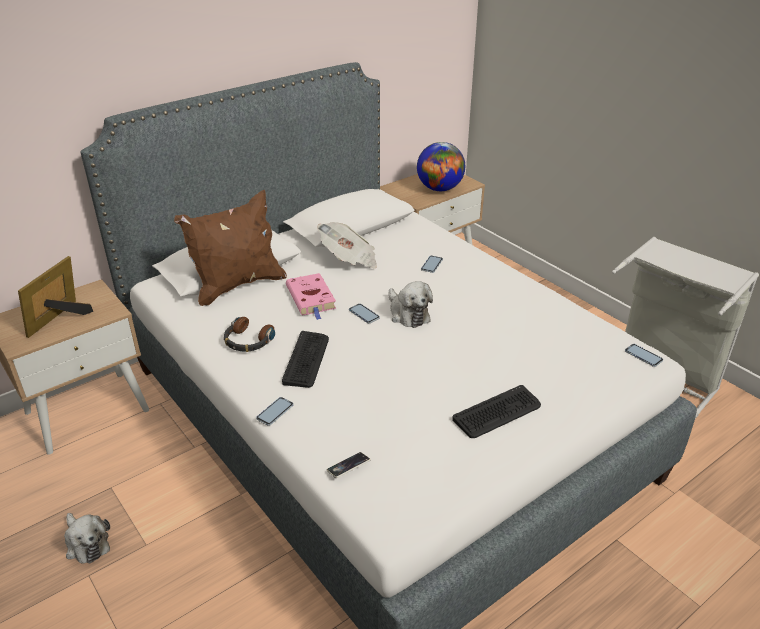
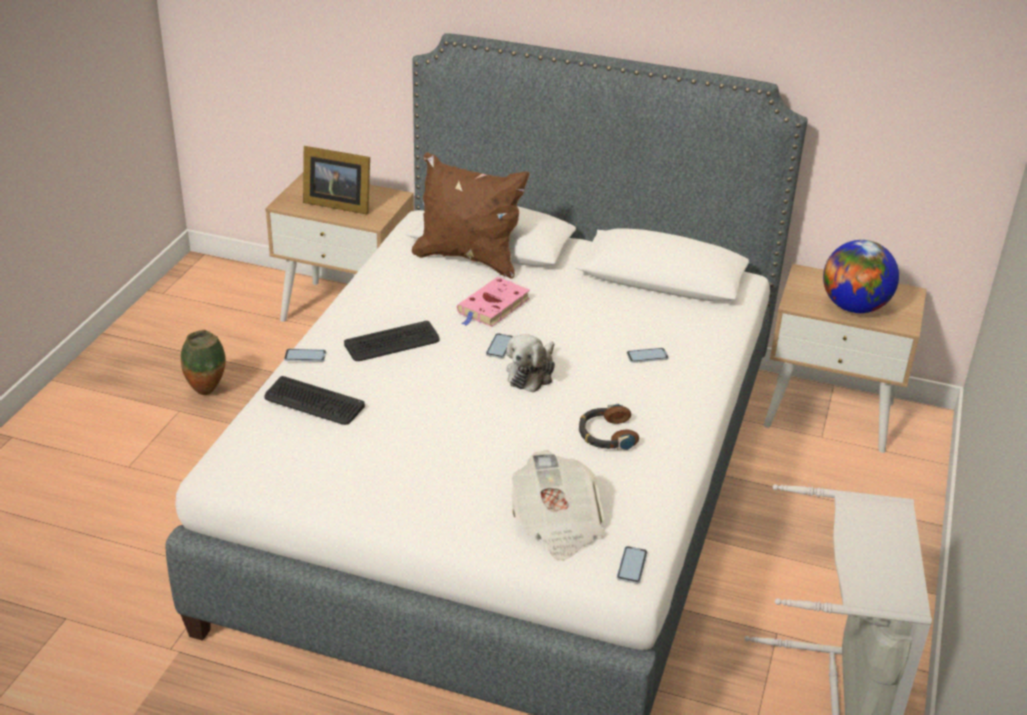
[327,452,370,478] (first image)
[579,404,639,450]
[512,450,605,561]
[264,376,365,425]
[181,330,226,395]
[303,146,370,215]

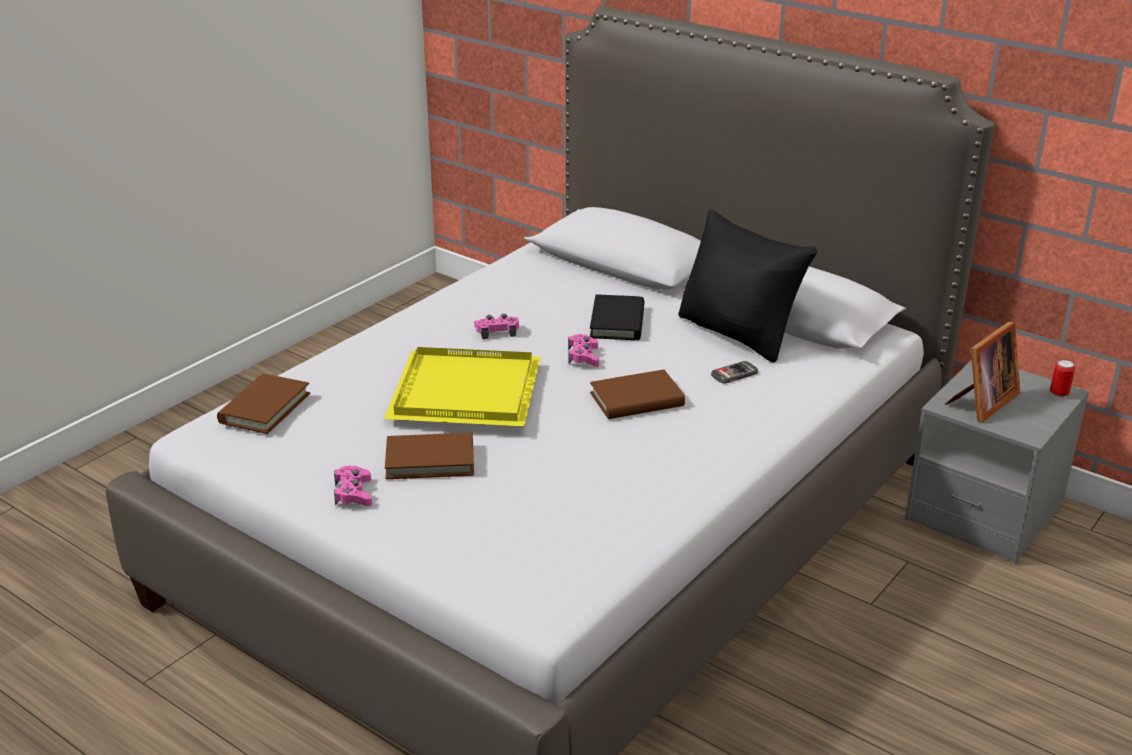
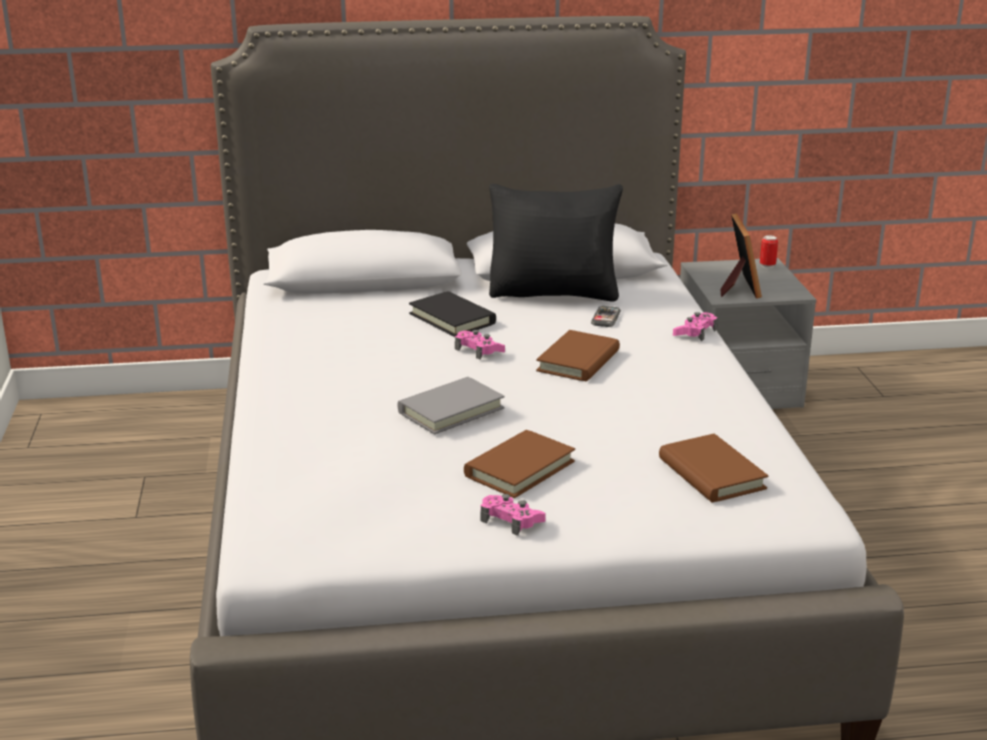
[659,434,768,503]
[673,312,718,341]
[397,377,505,435]

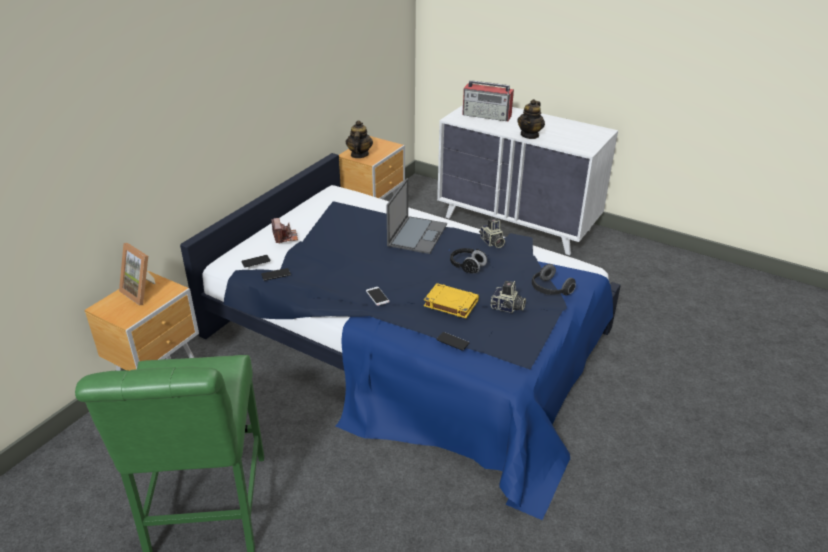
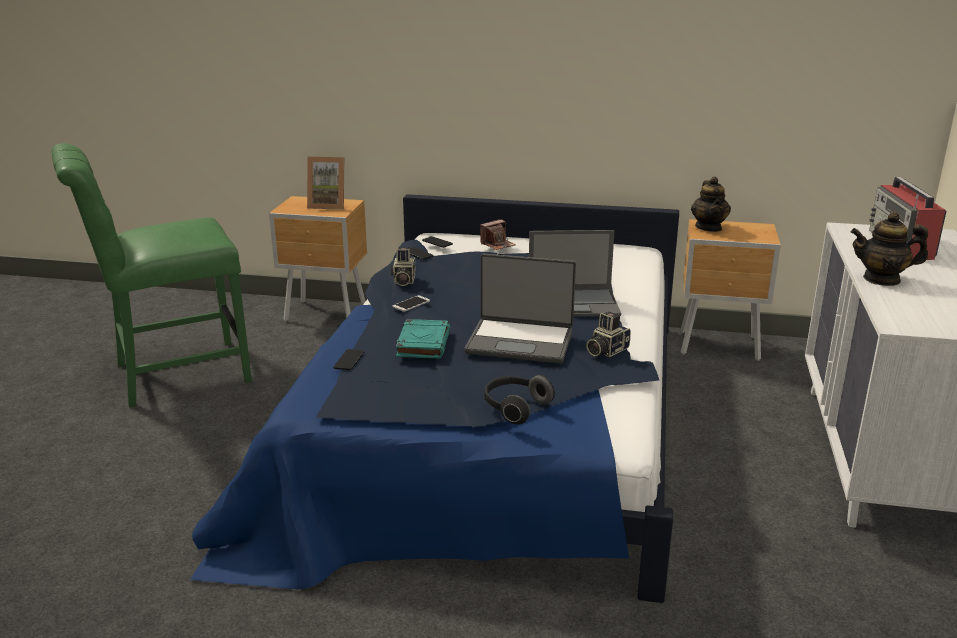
[391,247,415,286]
[464,254,576,363]
[396,319,451,359]
[307,157,344,209]
[691,177,731,232]

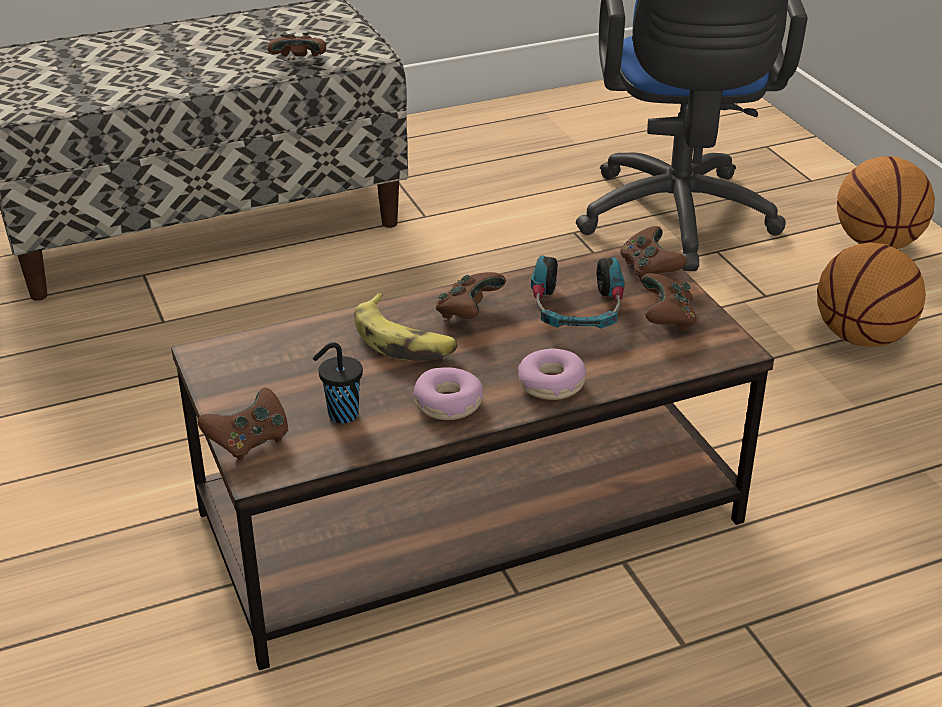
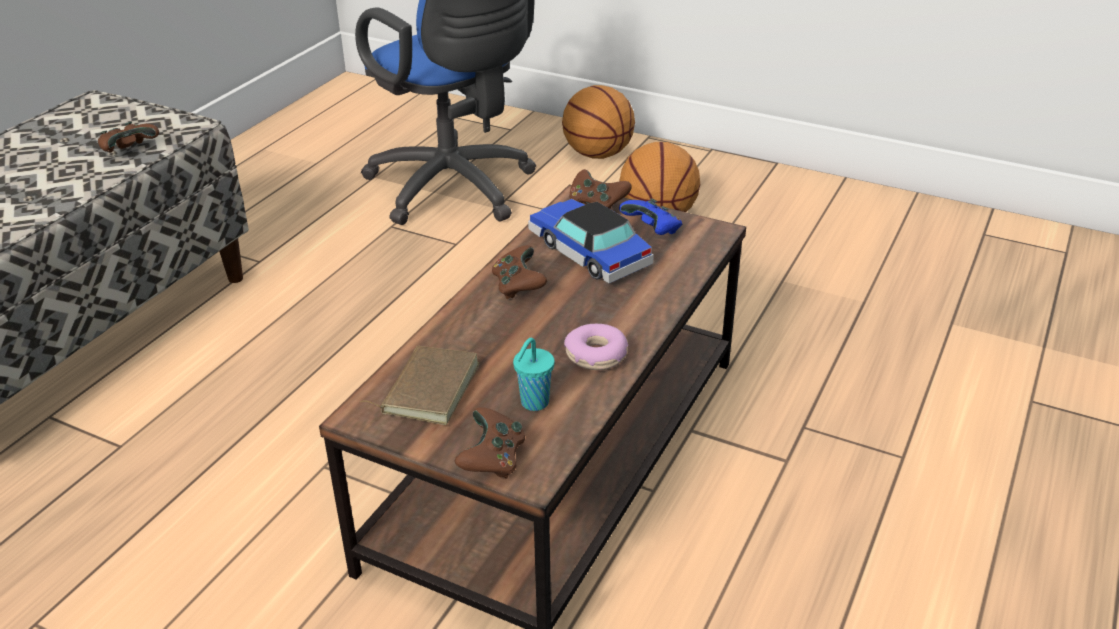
[354,293,458,361] (first image)
[518,348,587,400] (first image)
[360,346,479,425]
[528,199,654,283]
[513,338,555,411]
[619,198,682,235]

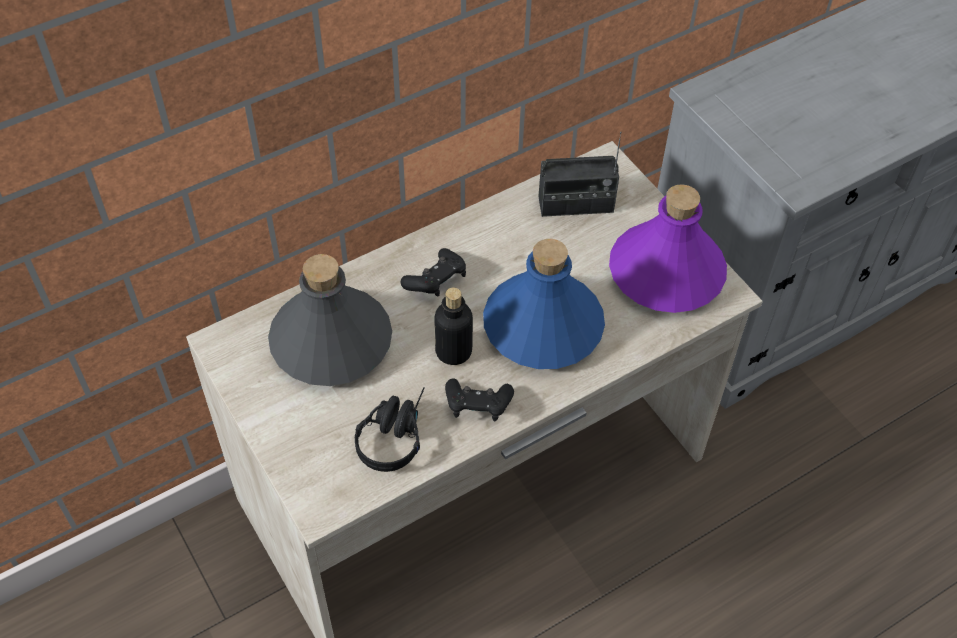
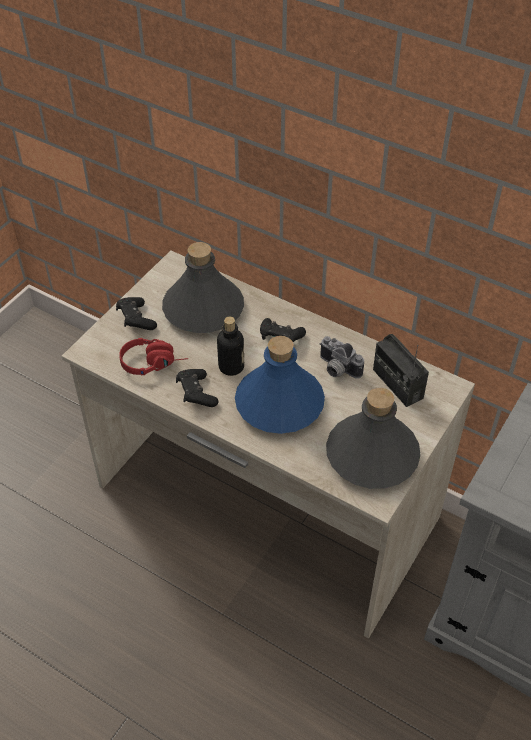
[116,297,157,330]
[319,336,364,379]
[119,338,188,375]
[326,388,421,489]

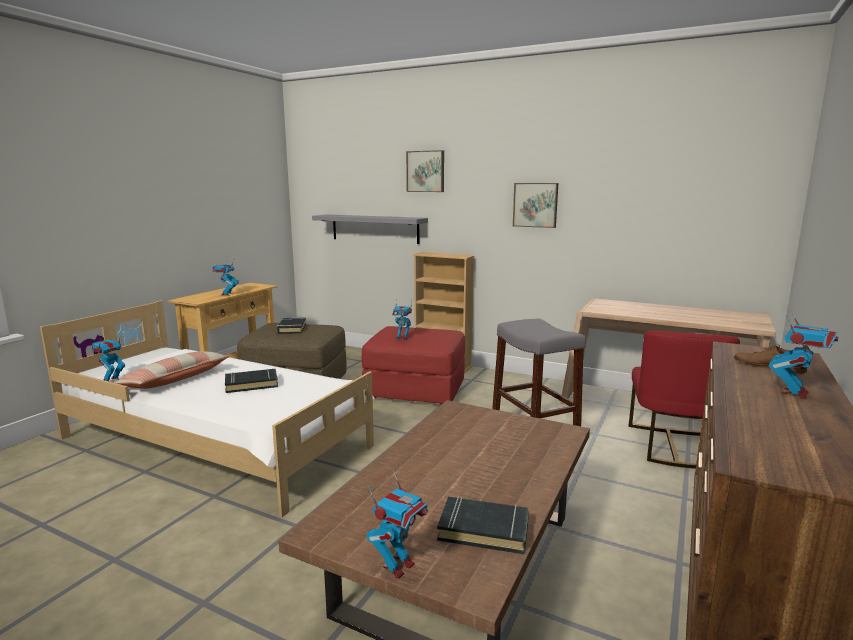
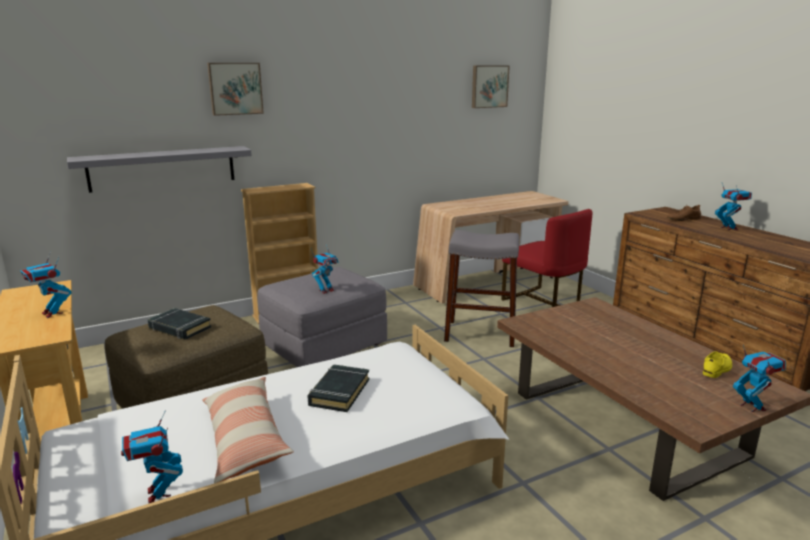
[472,65,510,108]
[703,351,732,378]
[257,267,387,367]

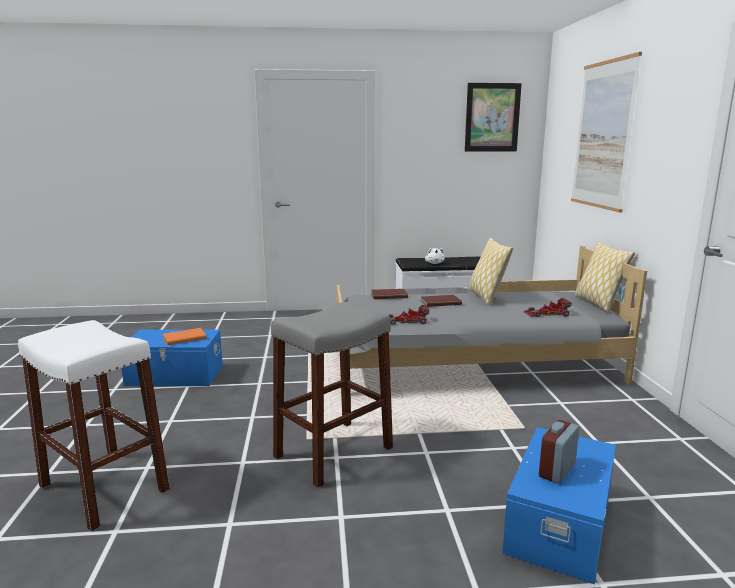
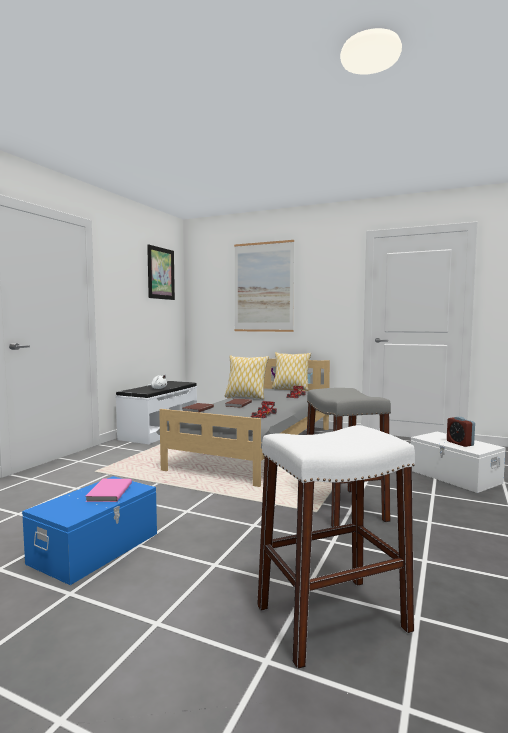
[86,479,132,502]
[411,432,506,493]

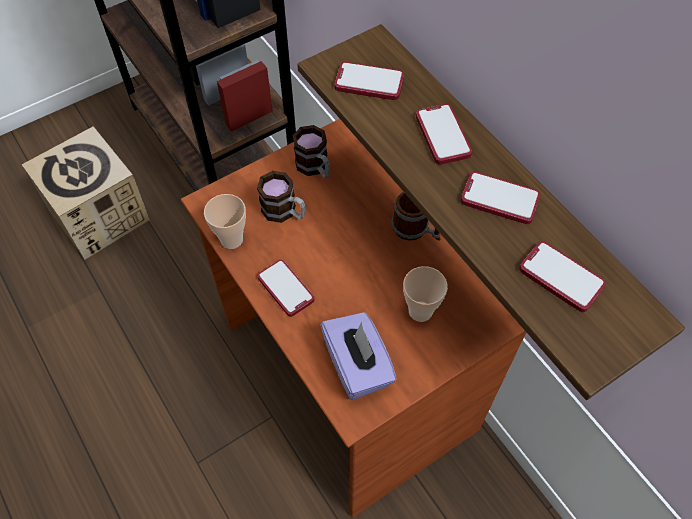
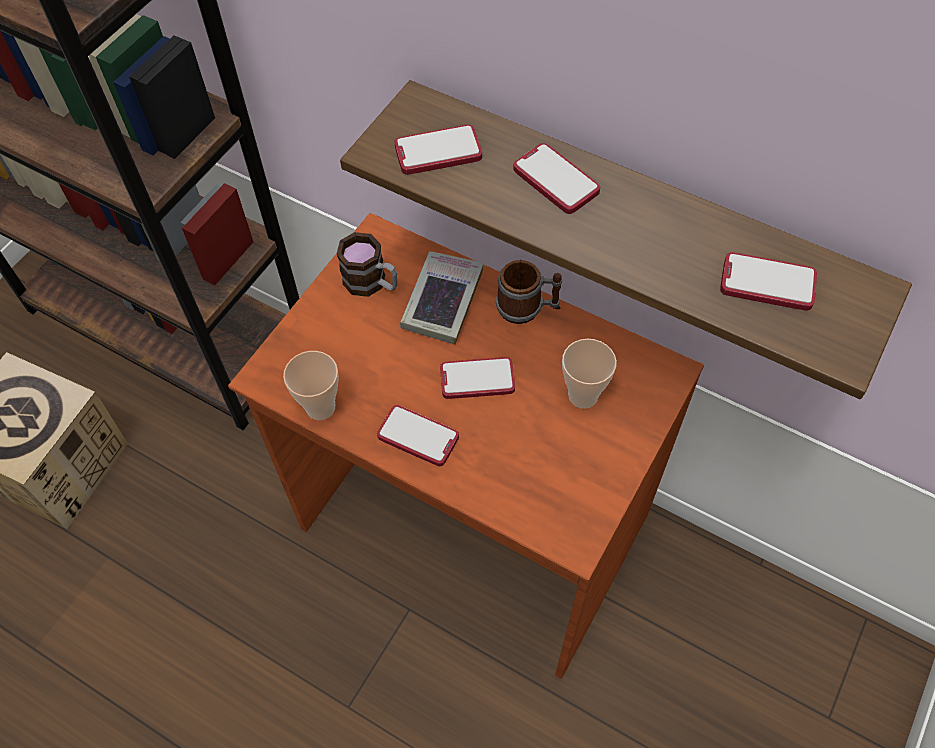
[257,171,305,223] (first image)
[320,312,397,400] (first image)
[400,251,484,345]
[440,357,515,399]

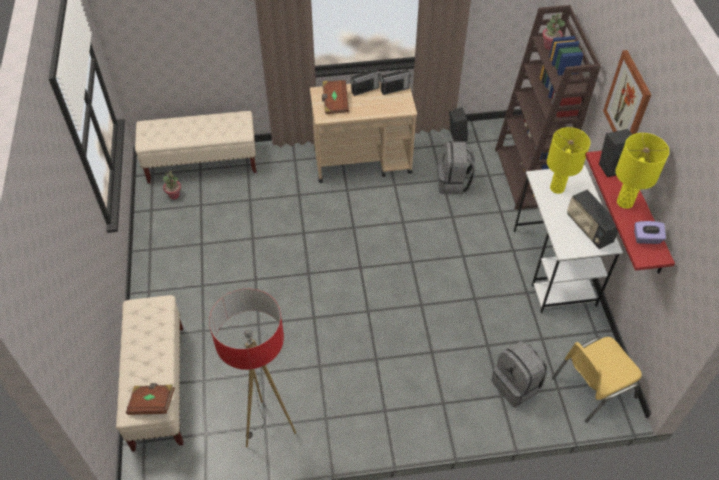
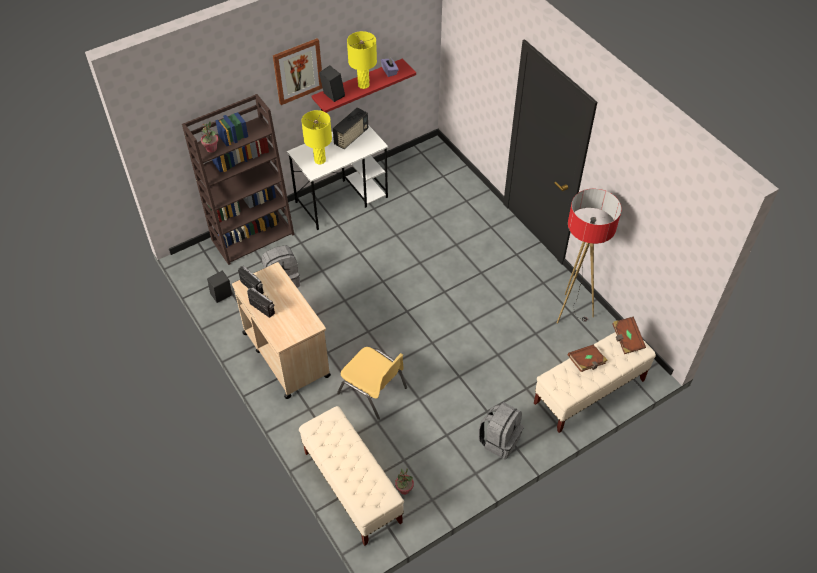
[567,344,608,372]
[478,402,524,459]
[337,347,407,420]

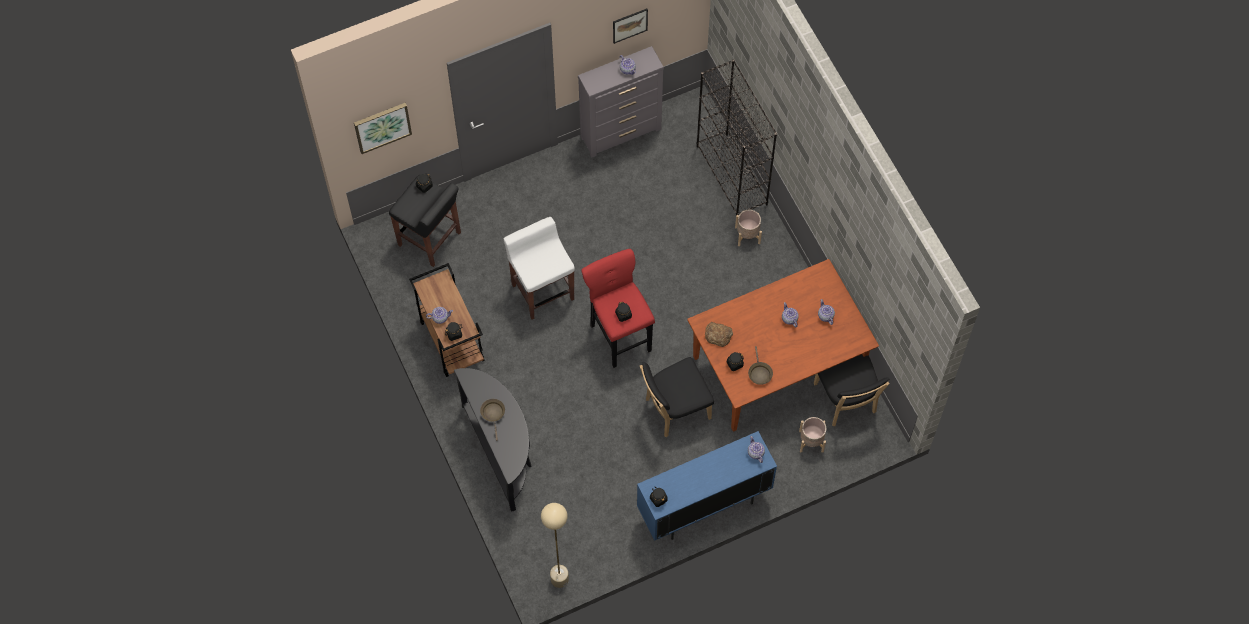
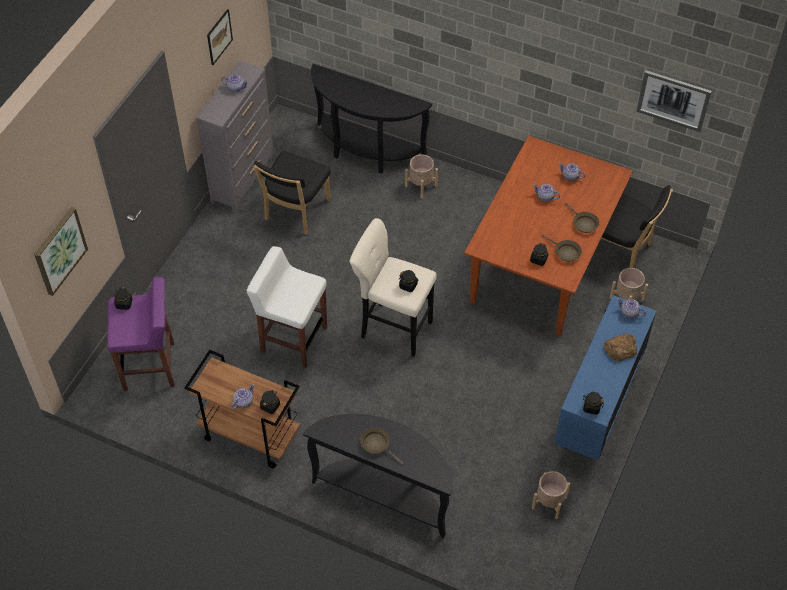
[541,503,569,588] (first image)
[532,471,570,519]
[565,202,599,233]
[636,70,712,132]
[253,151,331,234]
[604,333,637,361]
[311,64,432,173]
[107,277,175,391]
[349,218,437,357]

